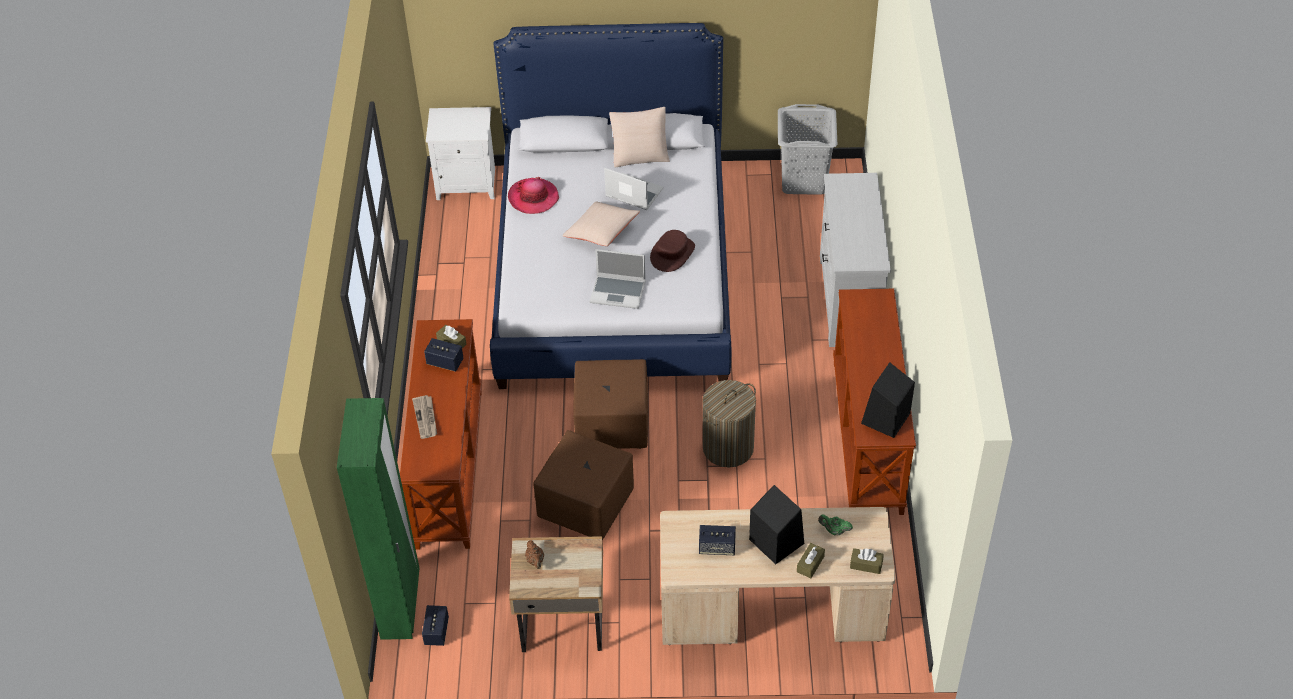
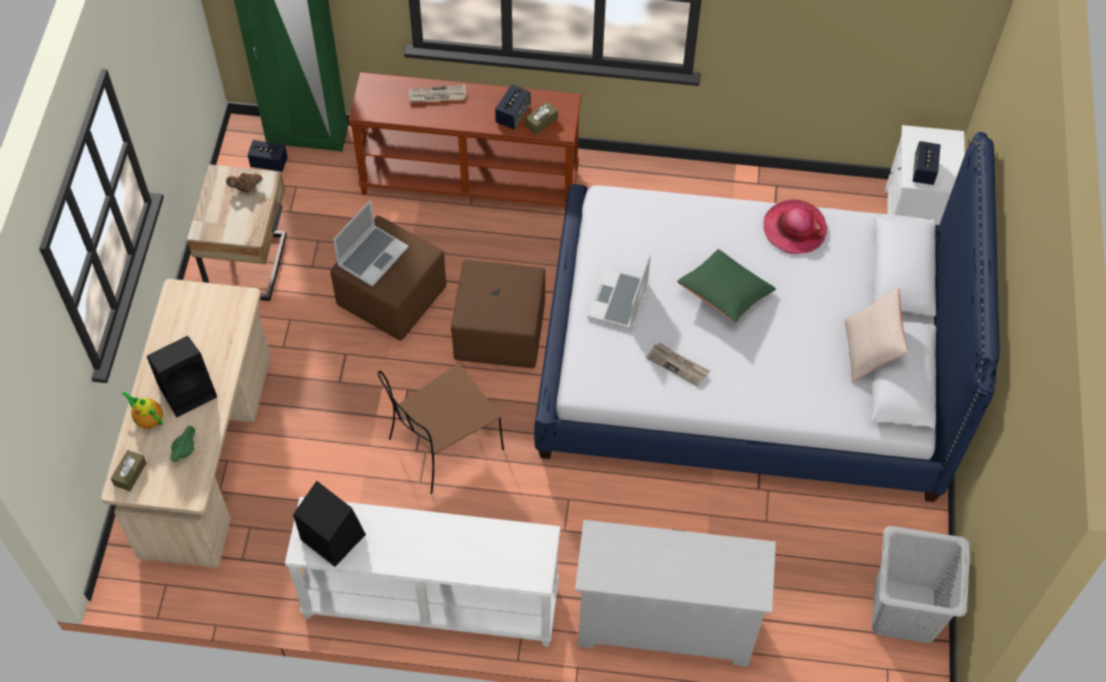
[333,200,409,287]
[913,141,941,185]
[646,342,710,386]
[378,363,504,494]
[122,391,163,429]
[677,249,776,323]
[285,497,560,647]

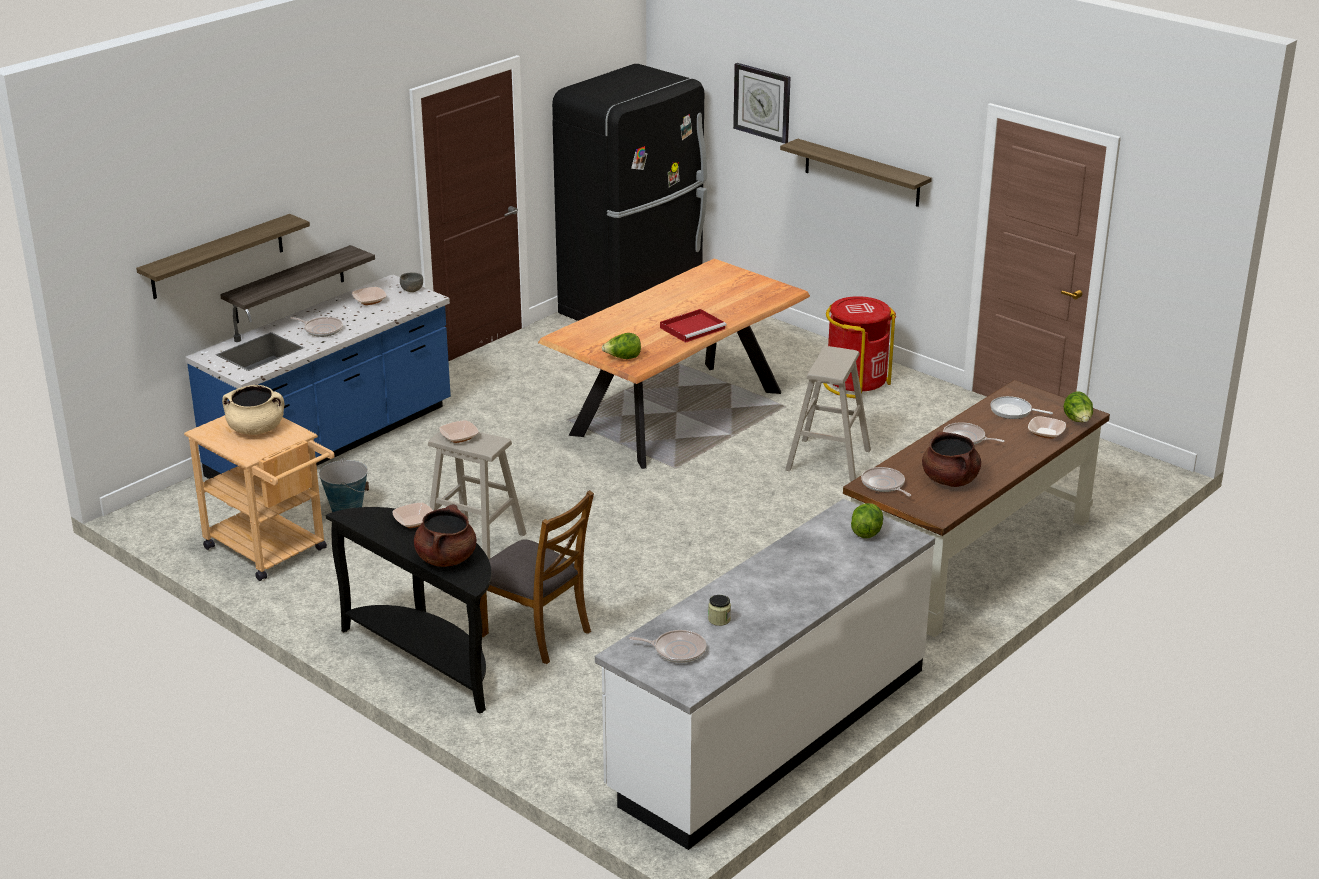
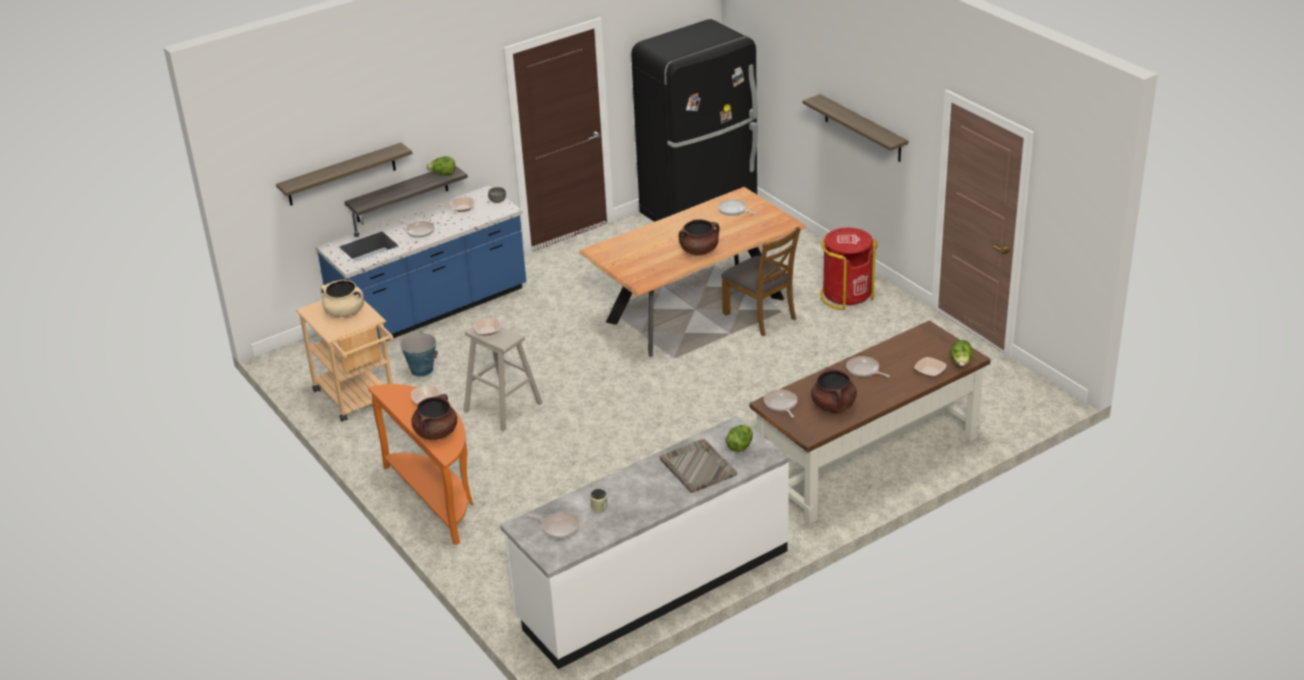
[733,63,790,144] (first image)
[785,346,871,482] (first image)
[659,439,737,493]
[721,227,800,336]
[427,156,455,176]
[718,200,757,216]
[678,219,720,255]
[368,384,473,545]

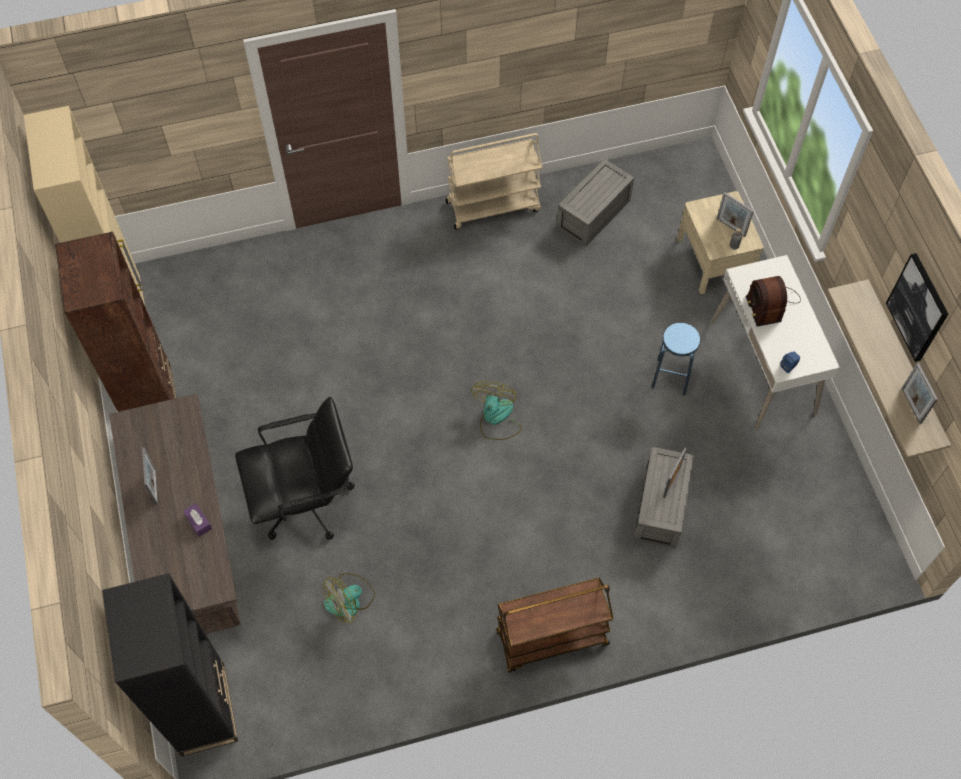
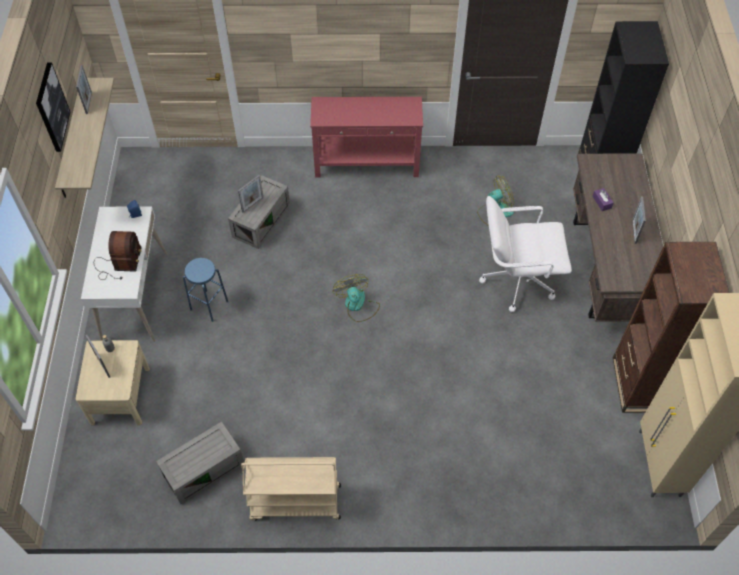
[310,97,423,178]
[479,196,572,312]
[333,274,380,322]

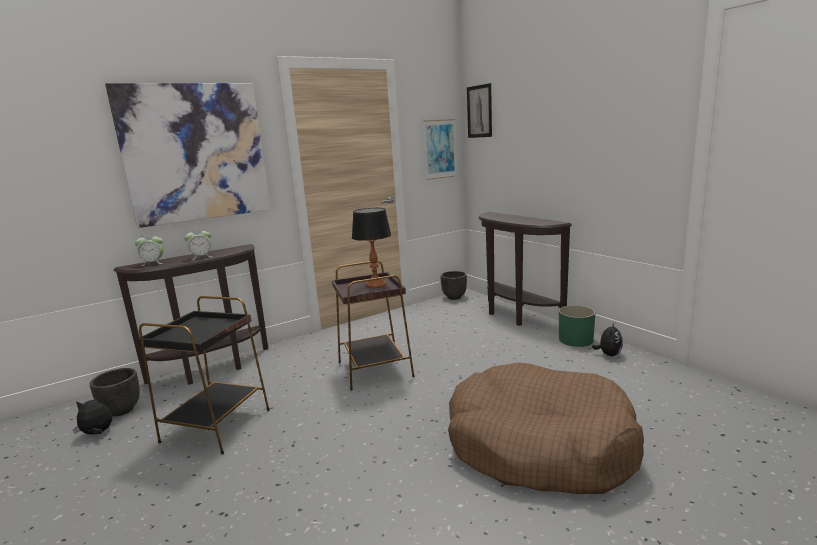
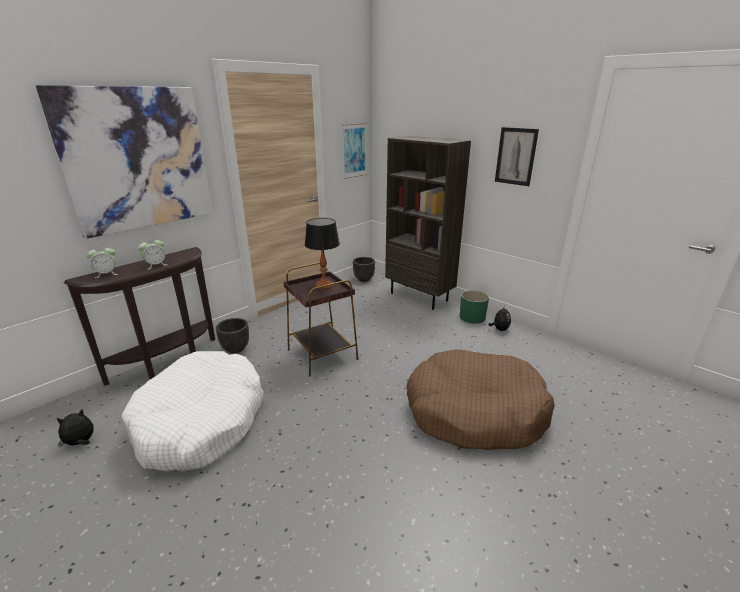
[216,318,249,354]
[495,127,539,186]
[122,351,264,472]
[385,136,471,310]

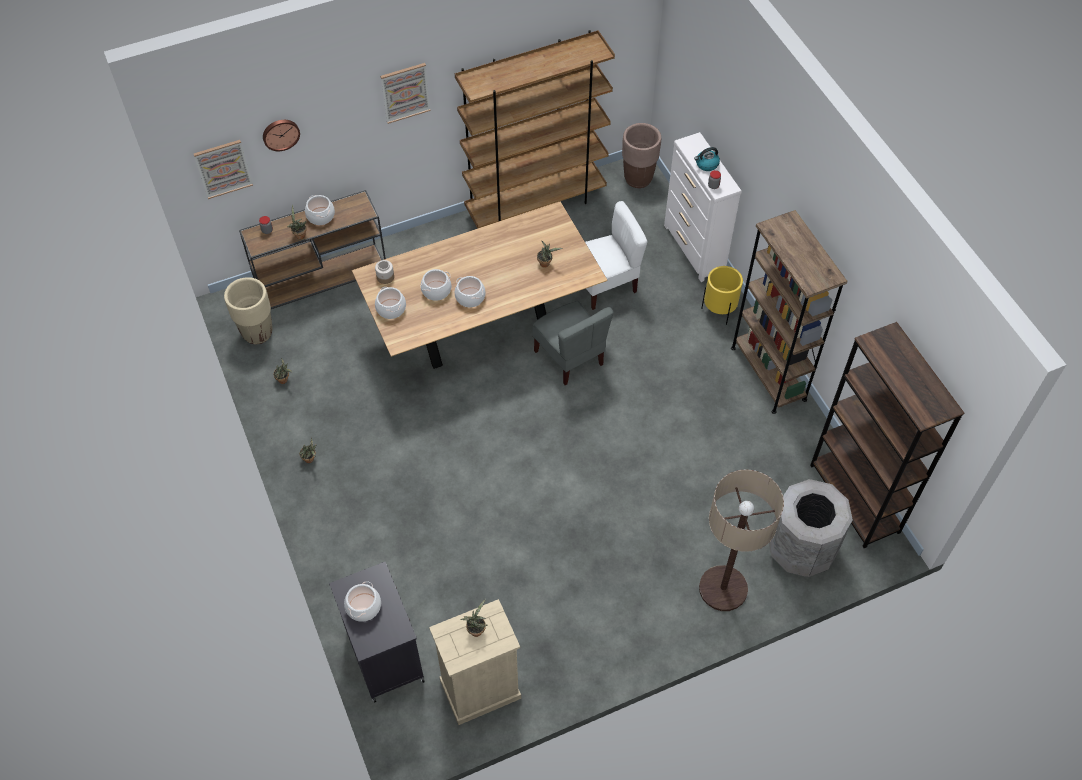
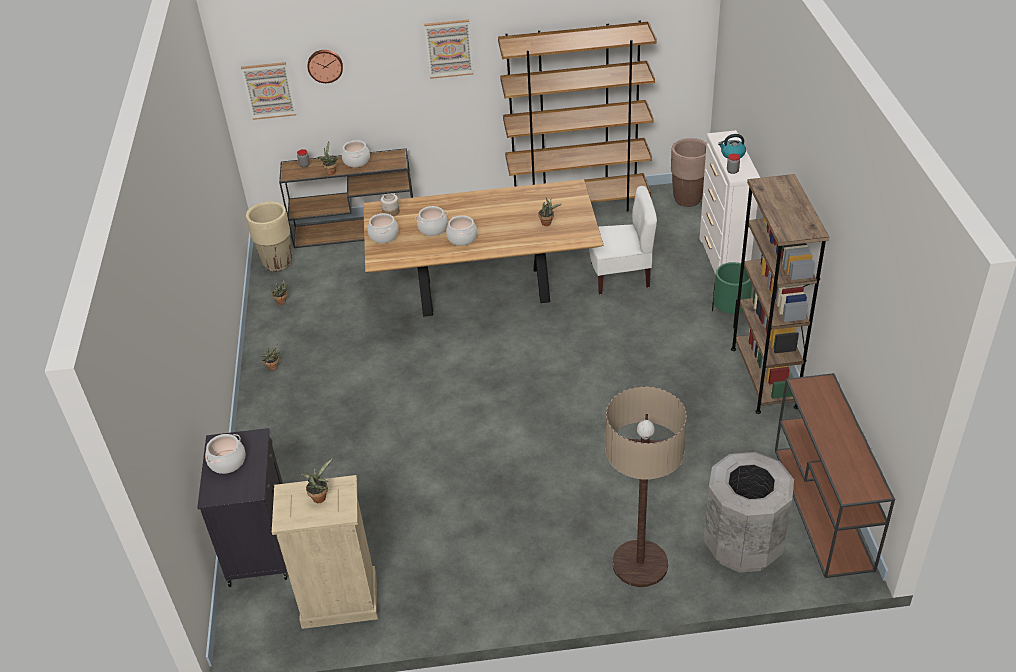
[532,301,614,385] (first image)
[775,373,895,578]
[712,262,752,328]

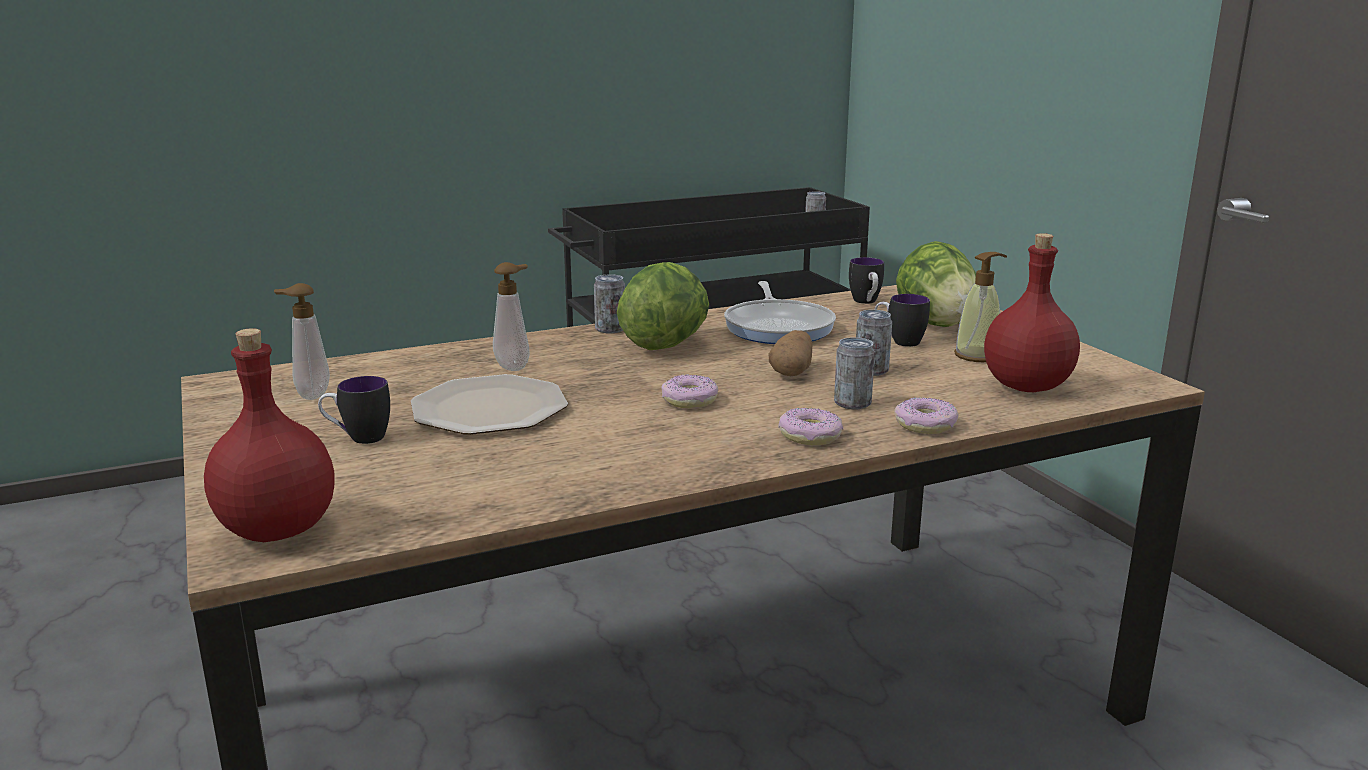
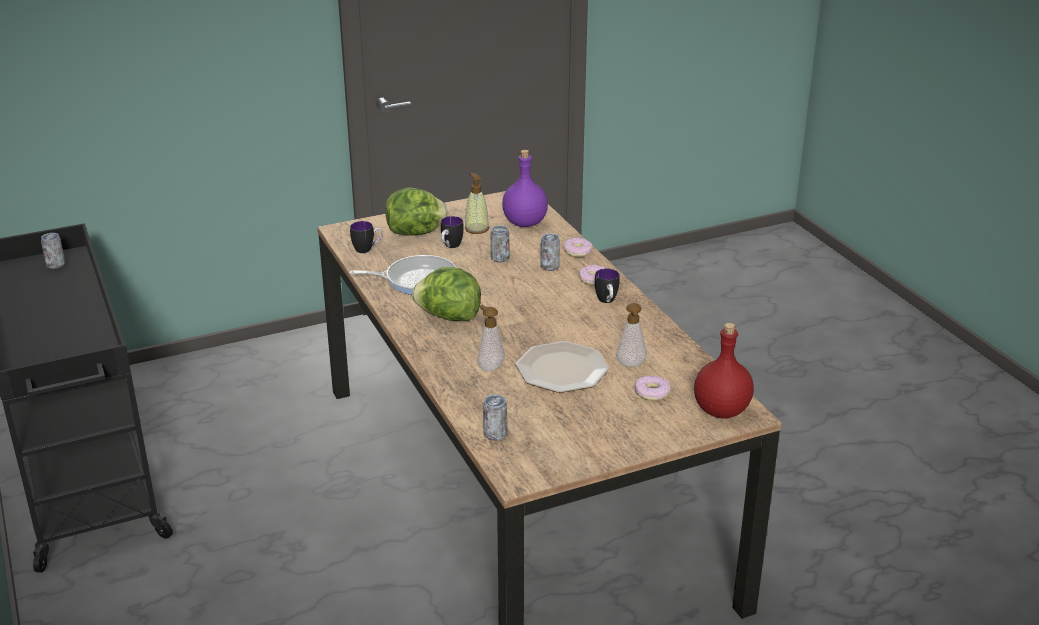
[769,330,812,376] (first image)
[616,303,647,367]
[595,268,620,303]
[483,395,507,441]
[634,375,671,401]
[502,150,548,227]

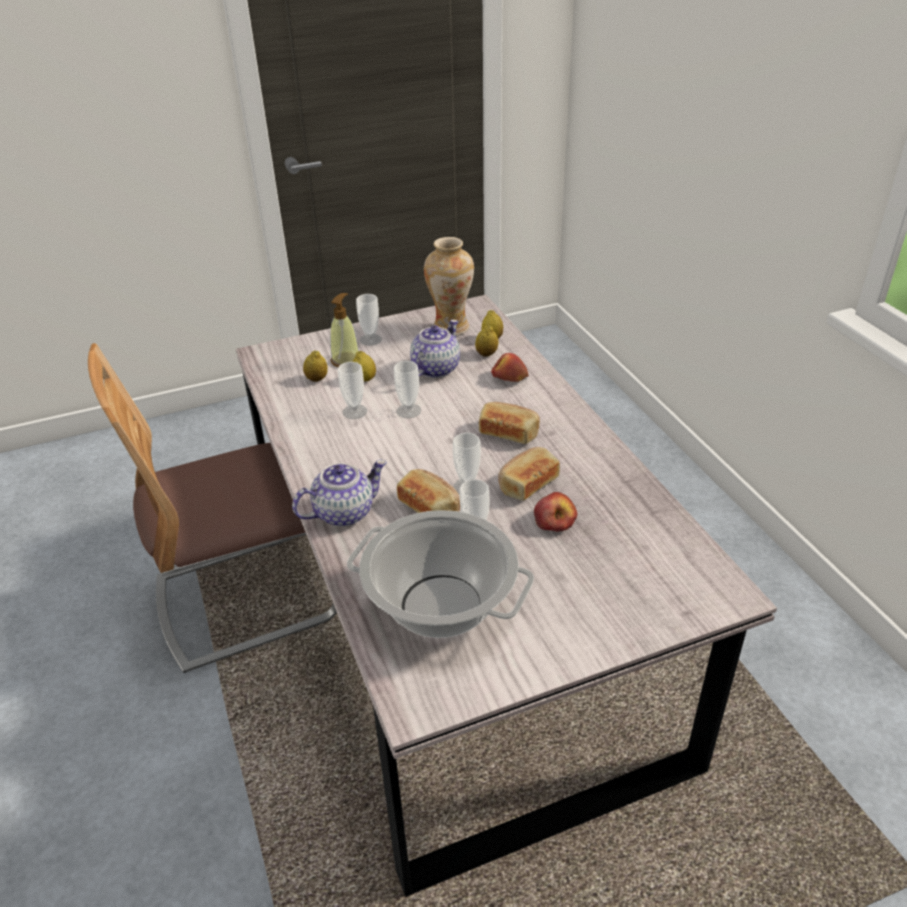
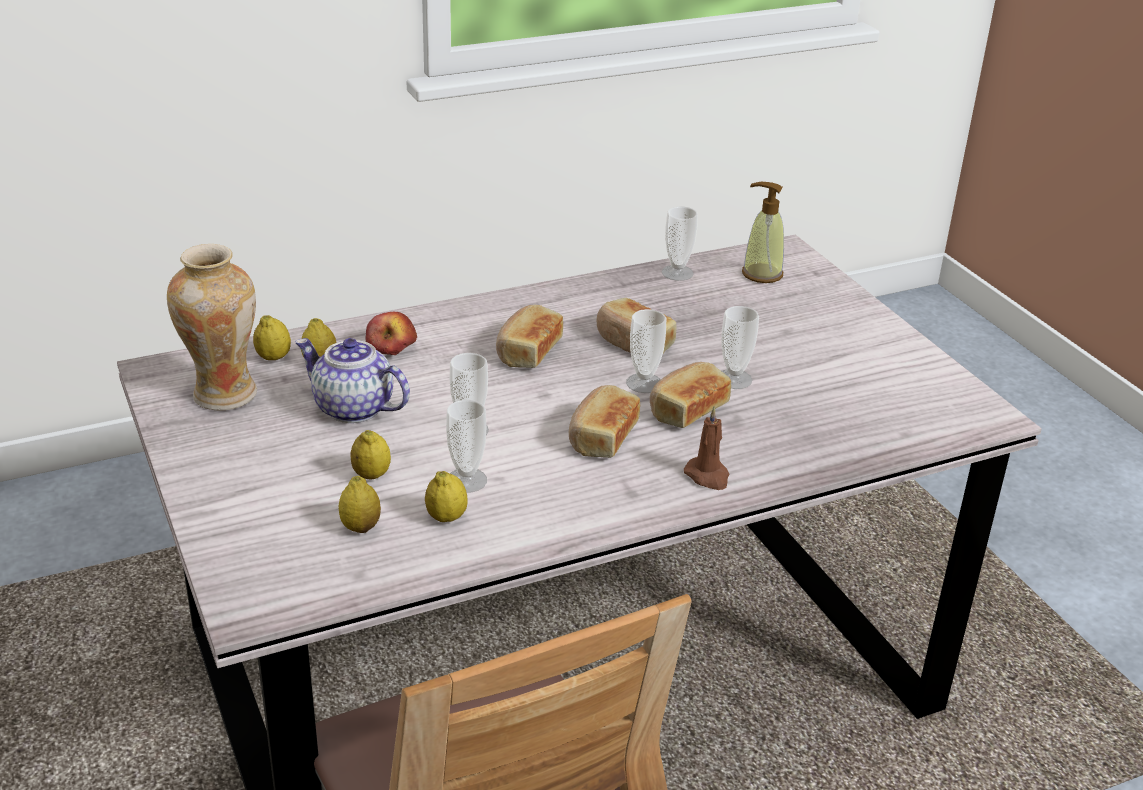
[347,510,534,638] (first image)
[534,492,577,532] (first image)
[425,471,468,522]
[569,385,640,458]
[742,182,784,283]
[662,206,698,281]
[684,406,729,490]

